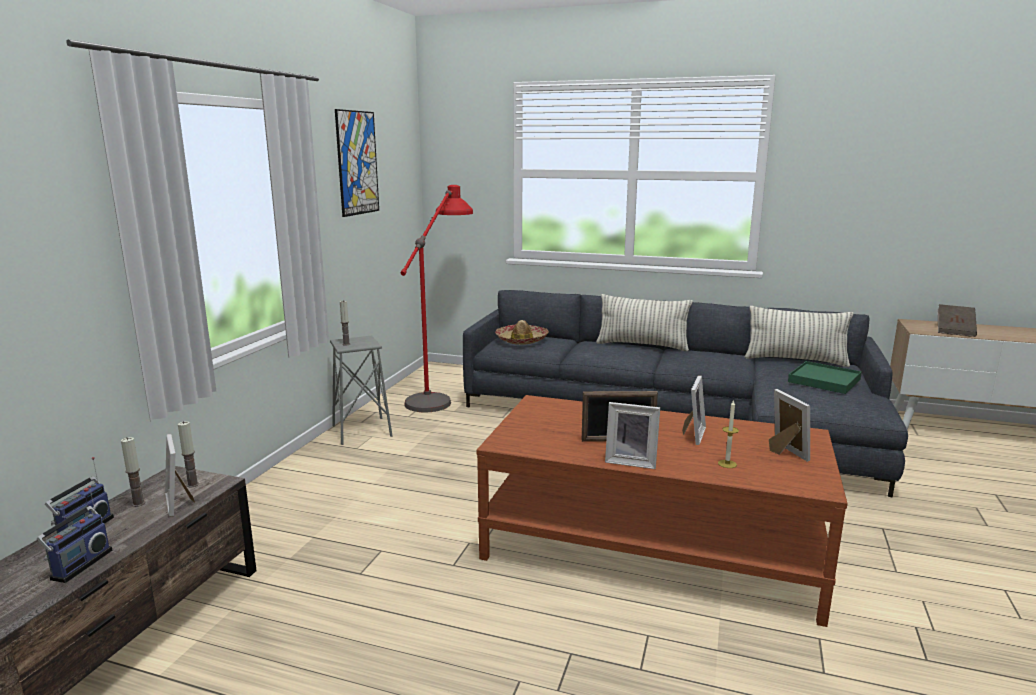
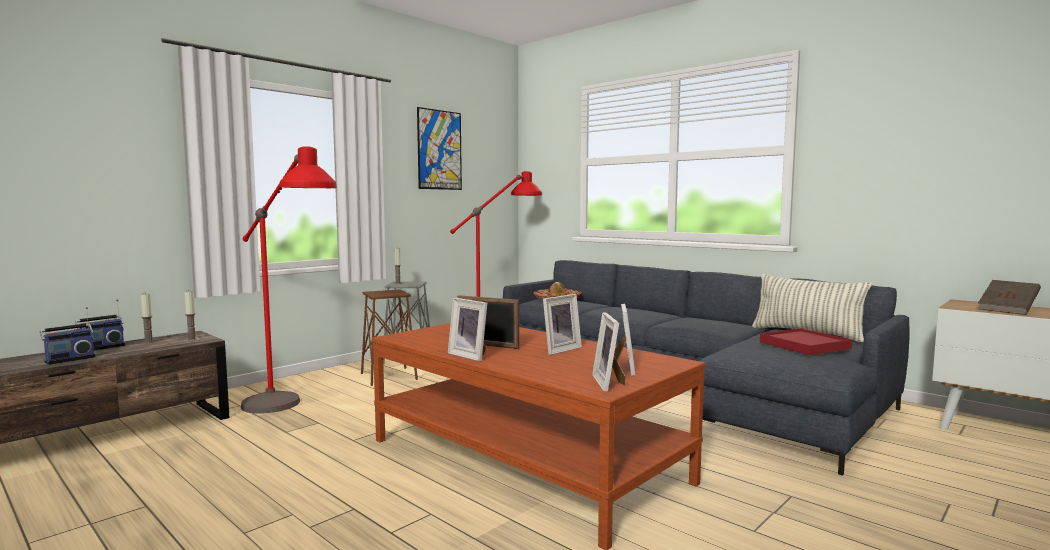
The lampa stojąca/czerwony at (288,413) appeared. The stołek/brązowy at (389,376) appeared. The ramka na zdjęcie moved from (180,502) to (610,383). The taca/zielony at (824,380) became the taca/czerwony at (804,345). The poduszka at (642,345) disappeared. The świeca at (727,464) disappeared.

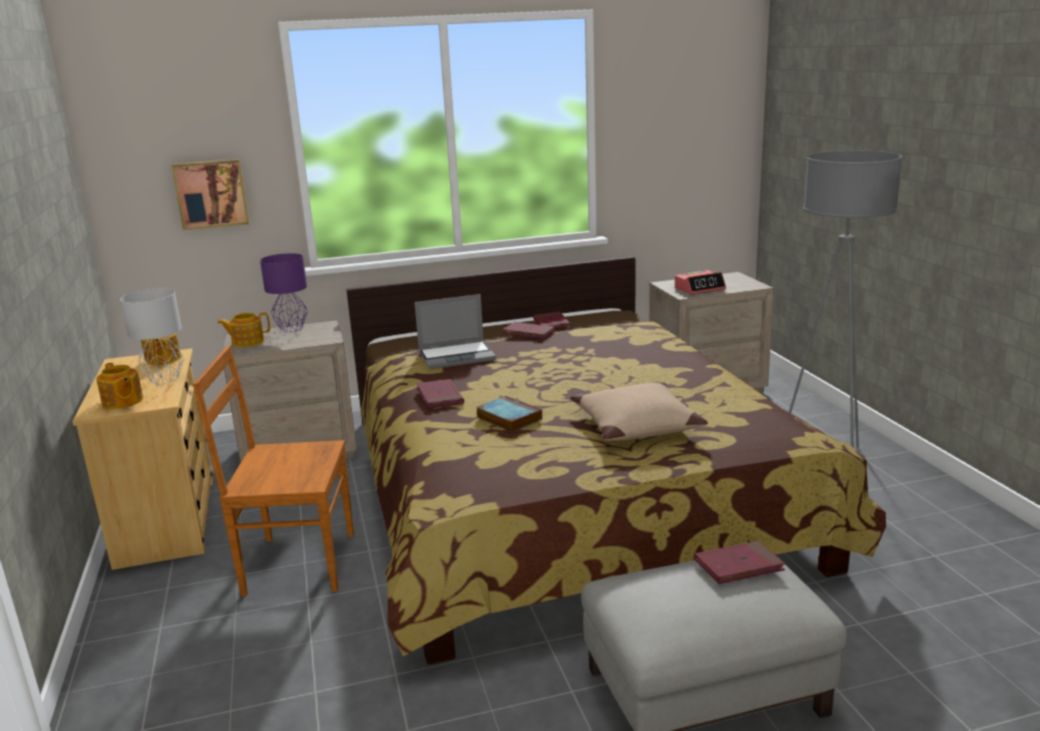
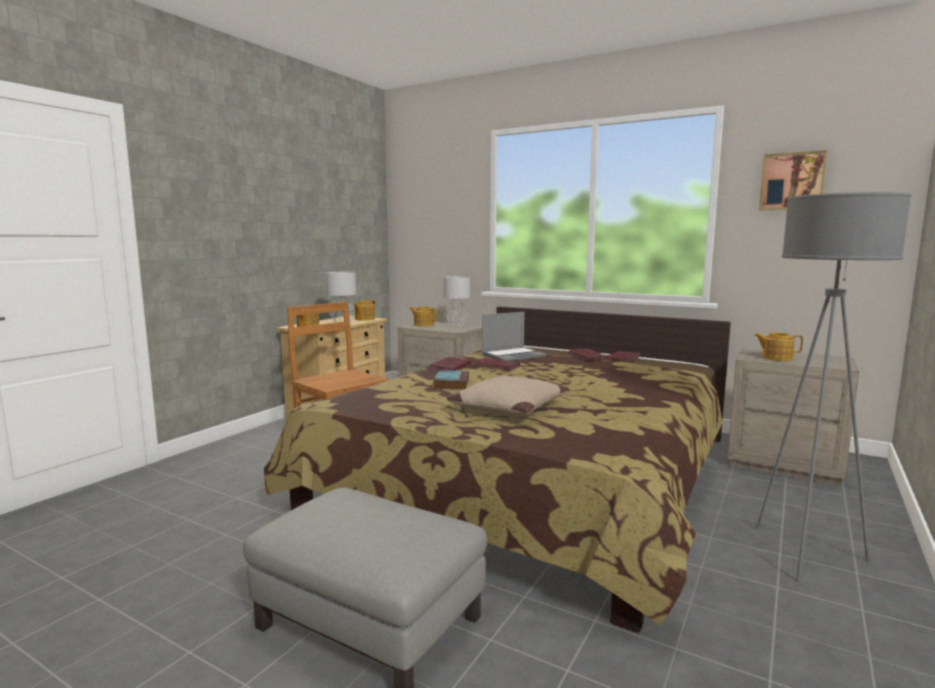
The lampa stołowa/fioletowy at (290,329) became the lampa stołowa/szary at (456,324). The książka/czerwony moved from (738,566) to (496,366). The laptop at (457,356) turned 60 degrees counterclockwise. The budzik at (700,288) was replaced by the imbryk at (776,358). The obraz moved from (211,194) to (792,181).

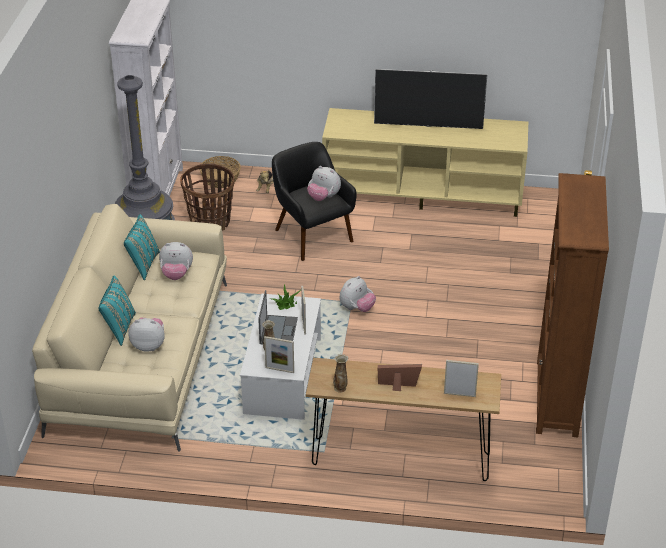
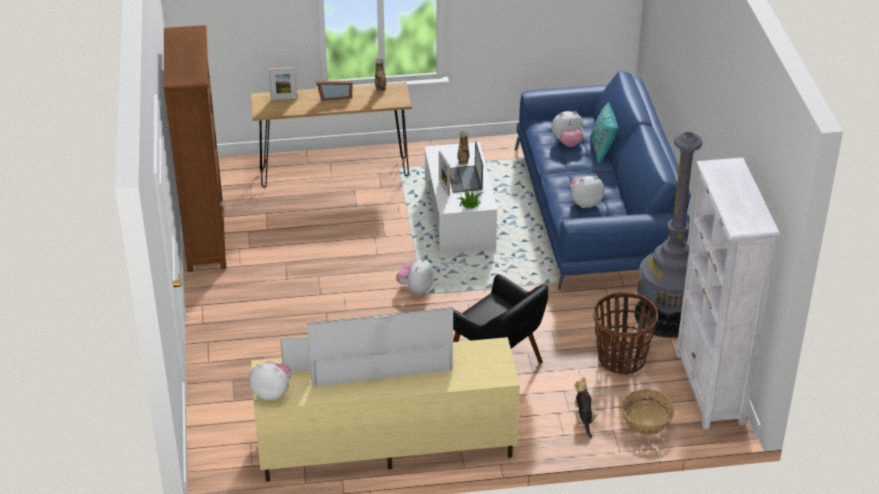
The pluszak moved from (323,197) to (272,392). The ramka na zdjęcie moved from (279,370) to (298,370). The kanapa/beżowy at (141,355) became the kanapa/niebieski at (596,212). The poduszka/turkusowy at (143,264) disappeared.

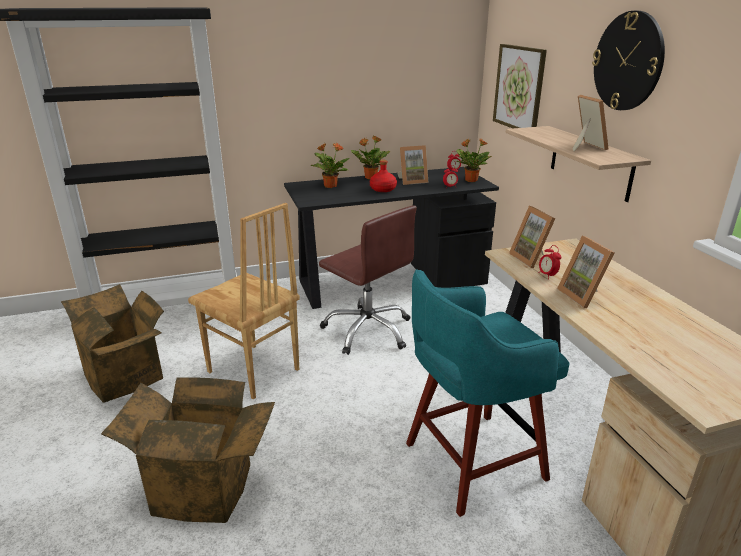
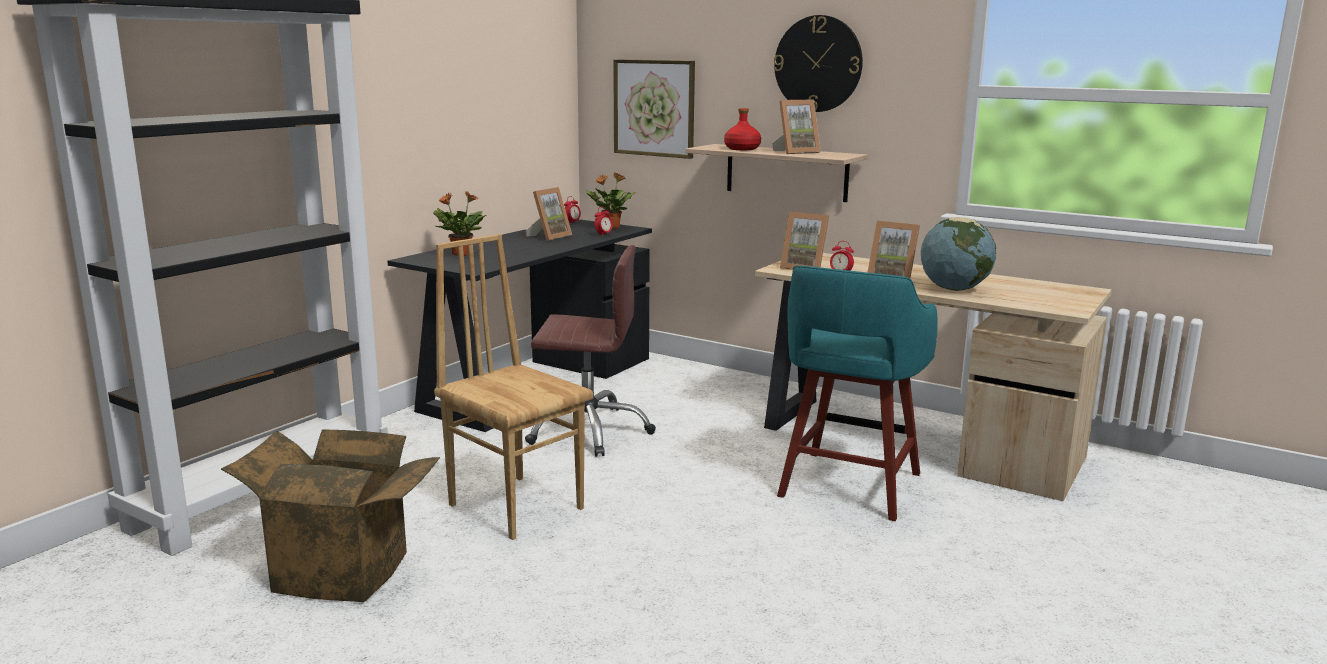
The krzesło/brązowy at (253,371) turned 135 degrees counterclockwise. The butelka/czerwony moved from (382,189) to (741,149). The ramka na zdjęcie at (584,147) turned 120 degrees clockwise. The globus at (954,289) appeared. The karton at (206,485) disappeared. The roślina doniczkowa at (370,178) disappeared.

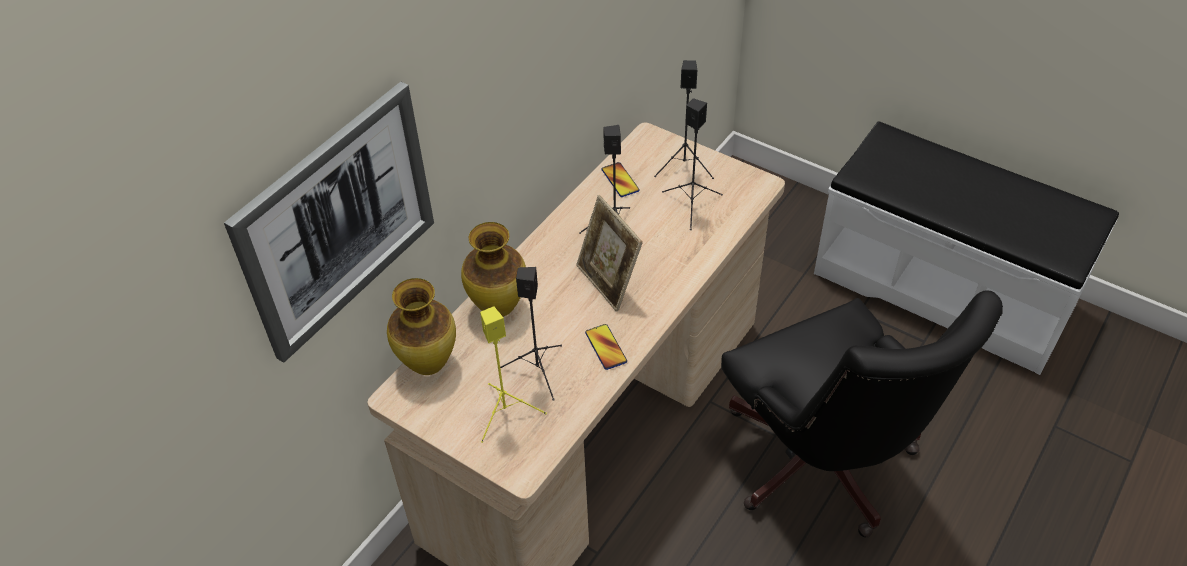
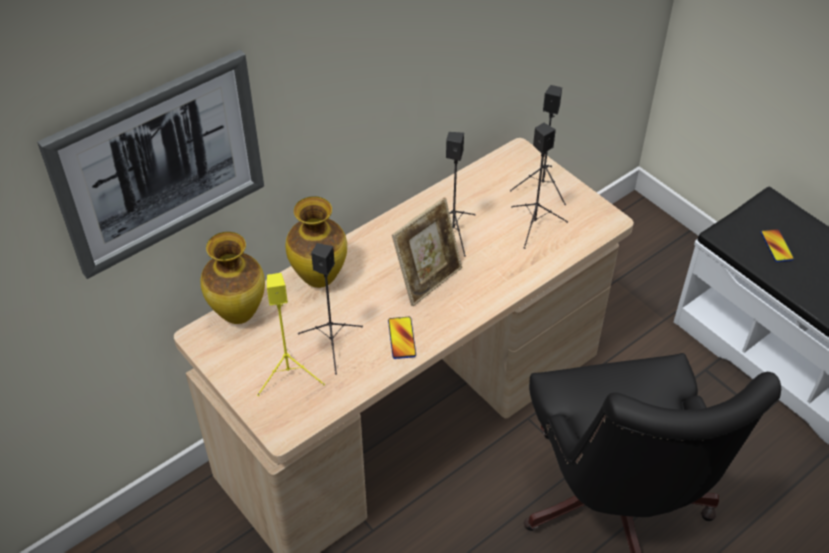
The ramka na zdjęcie at (608,282) turned 120 degrees counterclockwise. The telefon moved from (620,180) to (776,246).

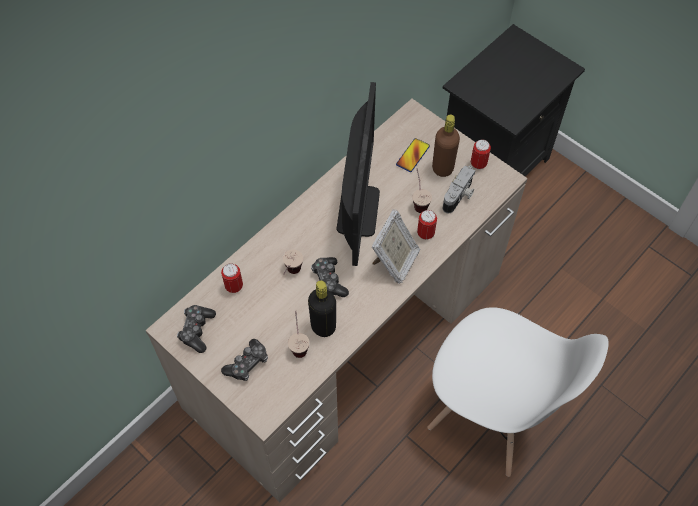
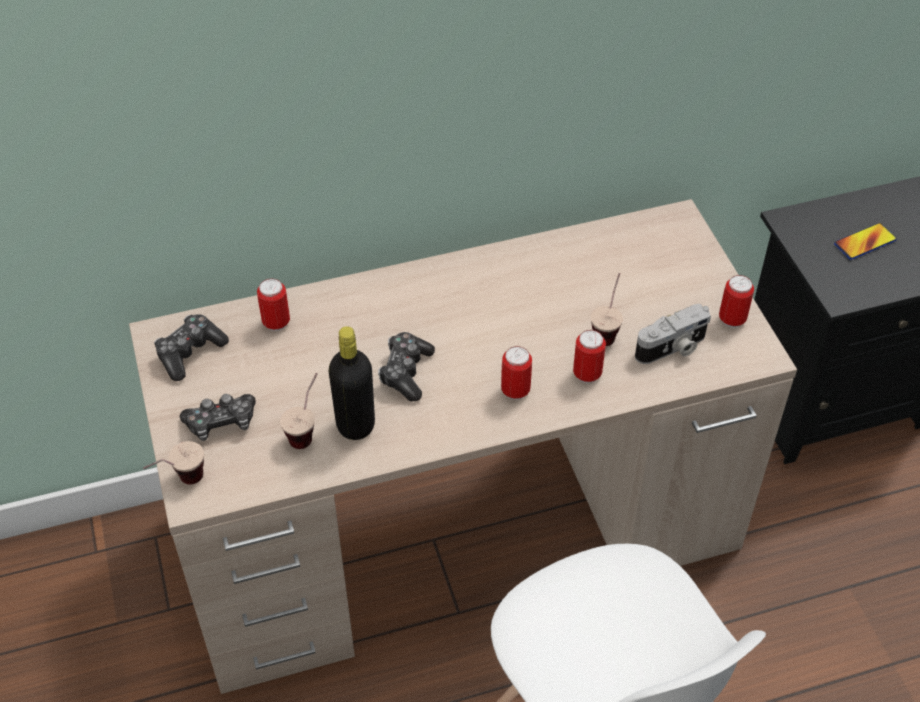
The filiżanka moved from (291,275) to (180,483). The ramka na zdjęcie at (395,262) was replaced by the puszka at (515,391). The telefon moved from (413,155) to (865,242). The monitor at (358,210) disappeared. The butelka/brązowy at (442,168) disappeared.

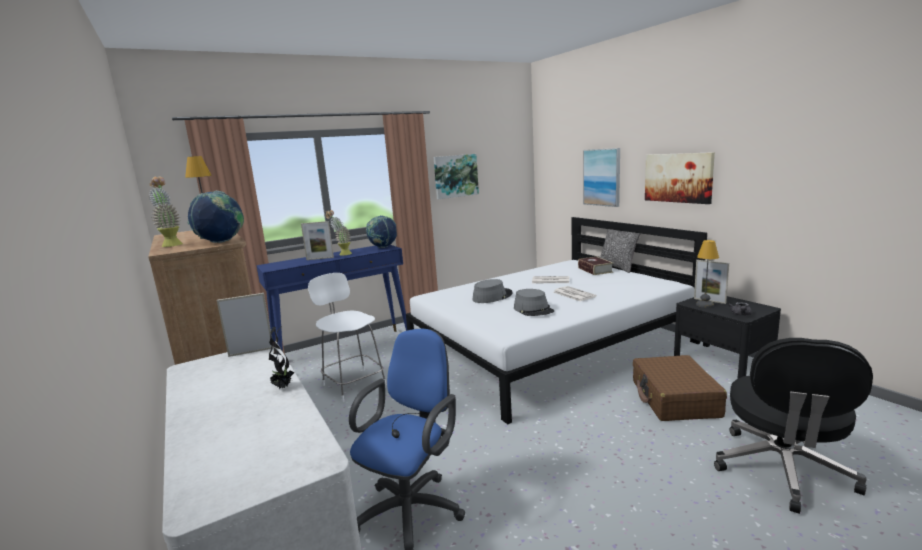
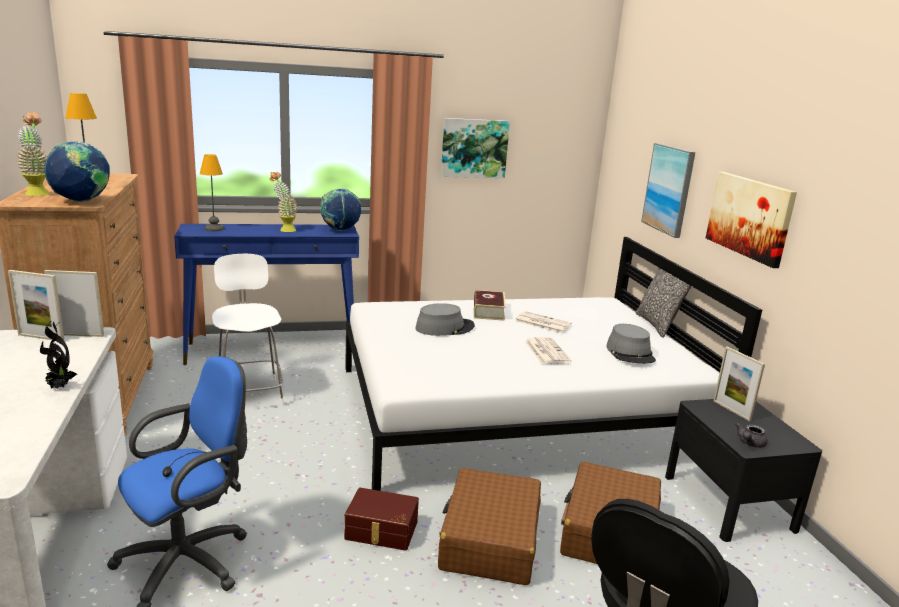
The ramka na zdjęcie moved from (320,258) to (41,337). The lampa stołowa moved from (704,305) to (214,229). The pojemnik do przechowywania/brązowy at (381,531) appeared. The walizka/brązowy at (489,540) appeared. The książka moved from (595,270) to (488,311). The kapelusz/szary moved from (533,309) to (630,353).

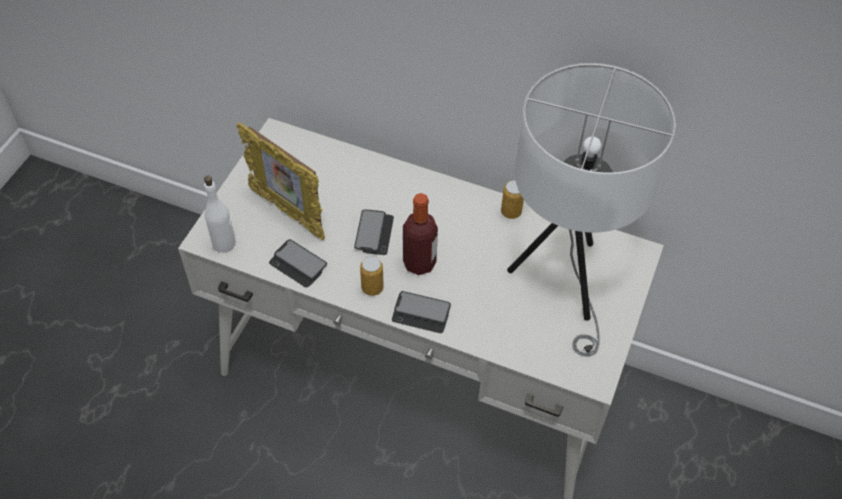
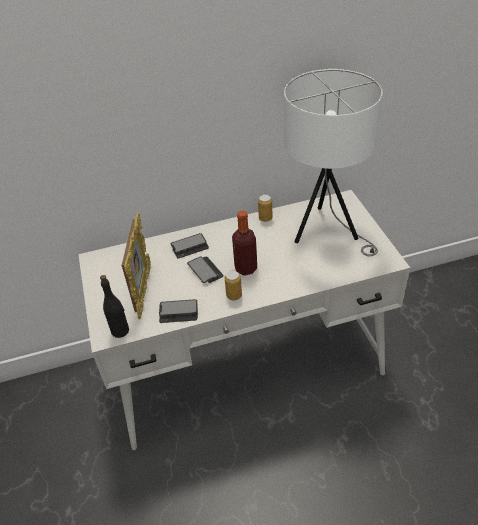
The butelka/biały at (224,243) became the butelka/czarny at (120,330). The ramka na zdjęcie at (288,213) turned 90 degrees counterclockwise. The telefon moved from (421,313) to (189,246).

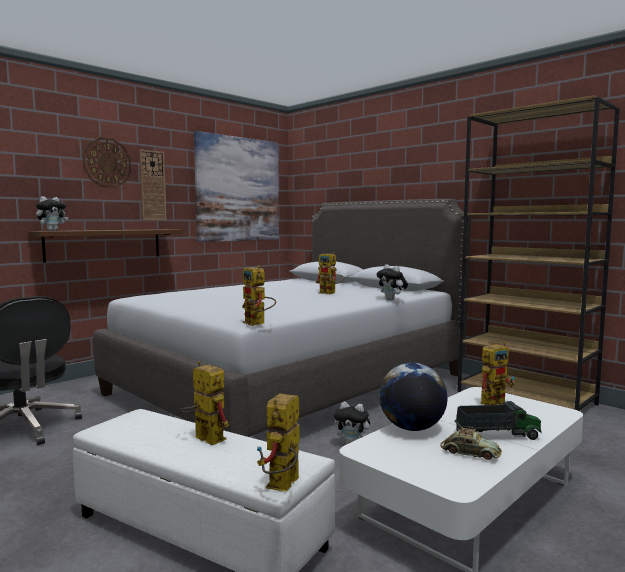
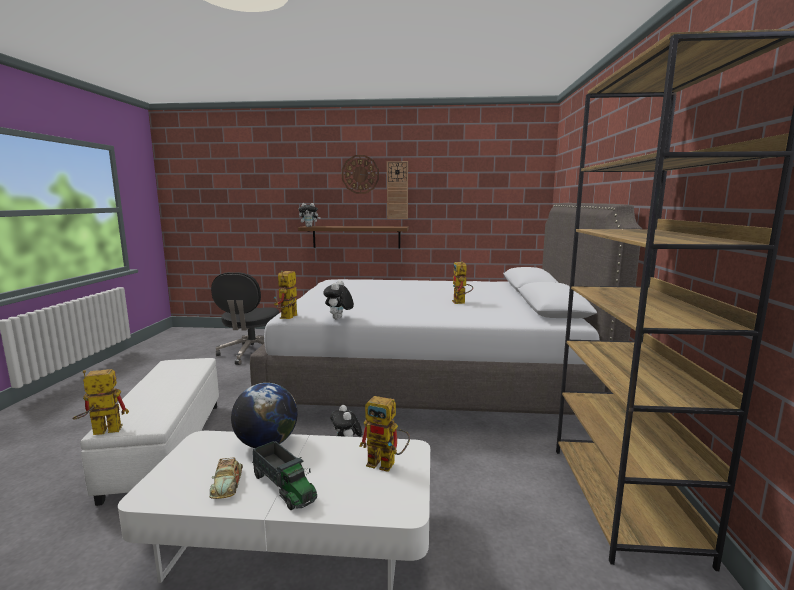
The pluszak moved from (392,300) to (339,319). The robot zabawkowy at (203,438) disappeared. The obraz at (238,189) disappeared.

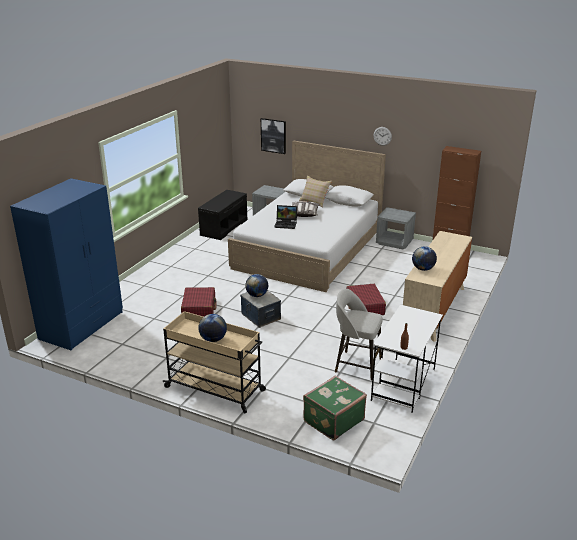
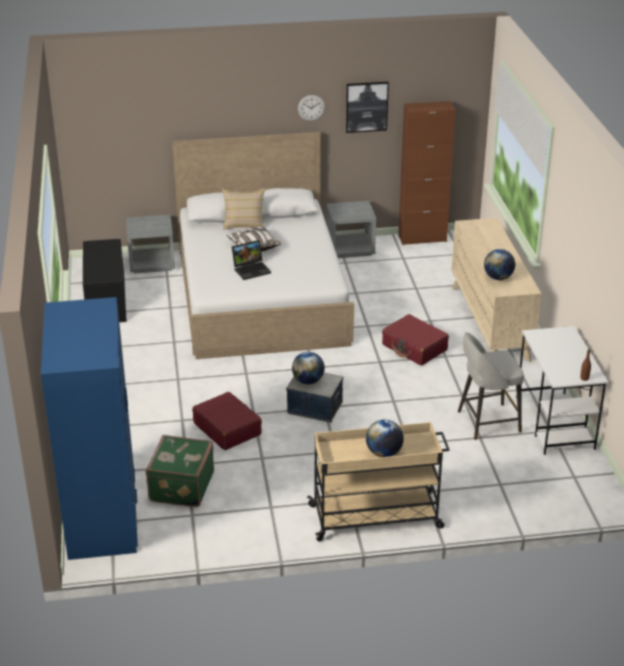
The walizka/zielony moved from (332,420) to (180,487). The obraz moved from (273,135) to (366,106).

